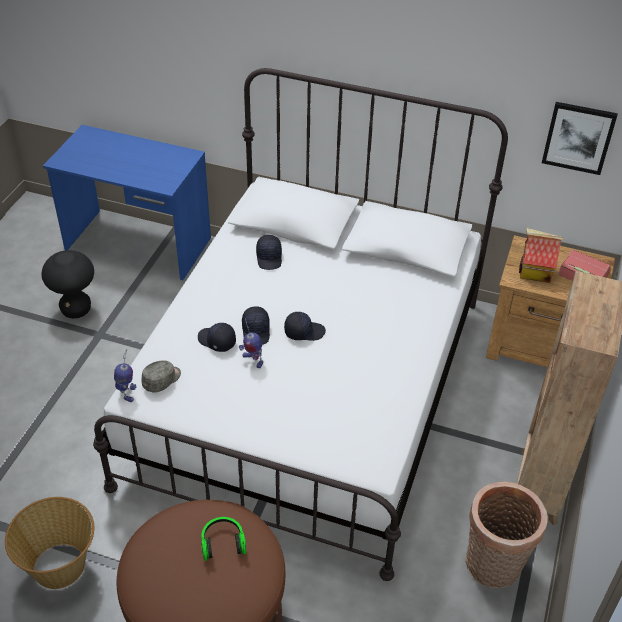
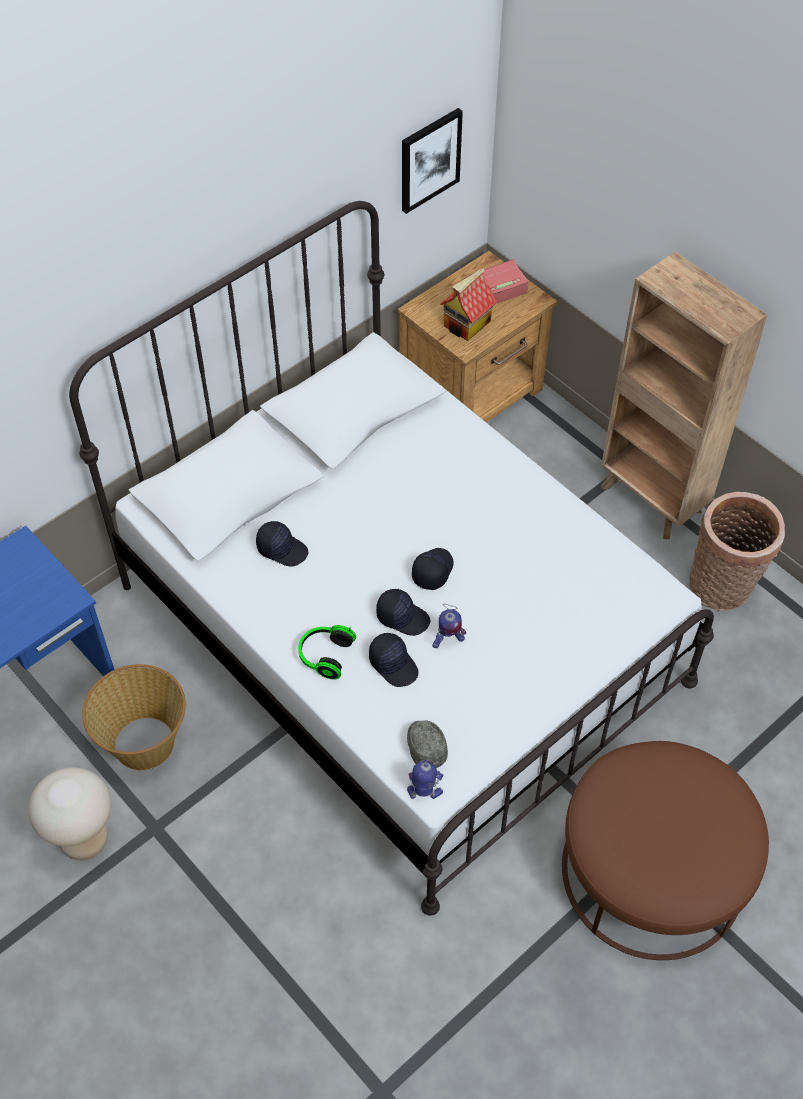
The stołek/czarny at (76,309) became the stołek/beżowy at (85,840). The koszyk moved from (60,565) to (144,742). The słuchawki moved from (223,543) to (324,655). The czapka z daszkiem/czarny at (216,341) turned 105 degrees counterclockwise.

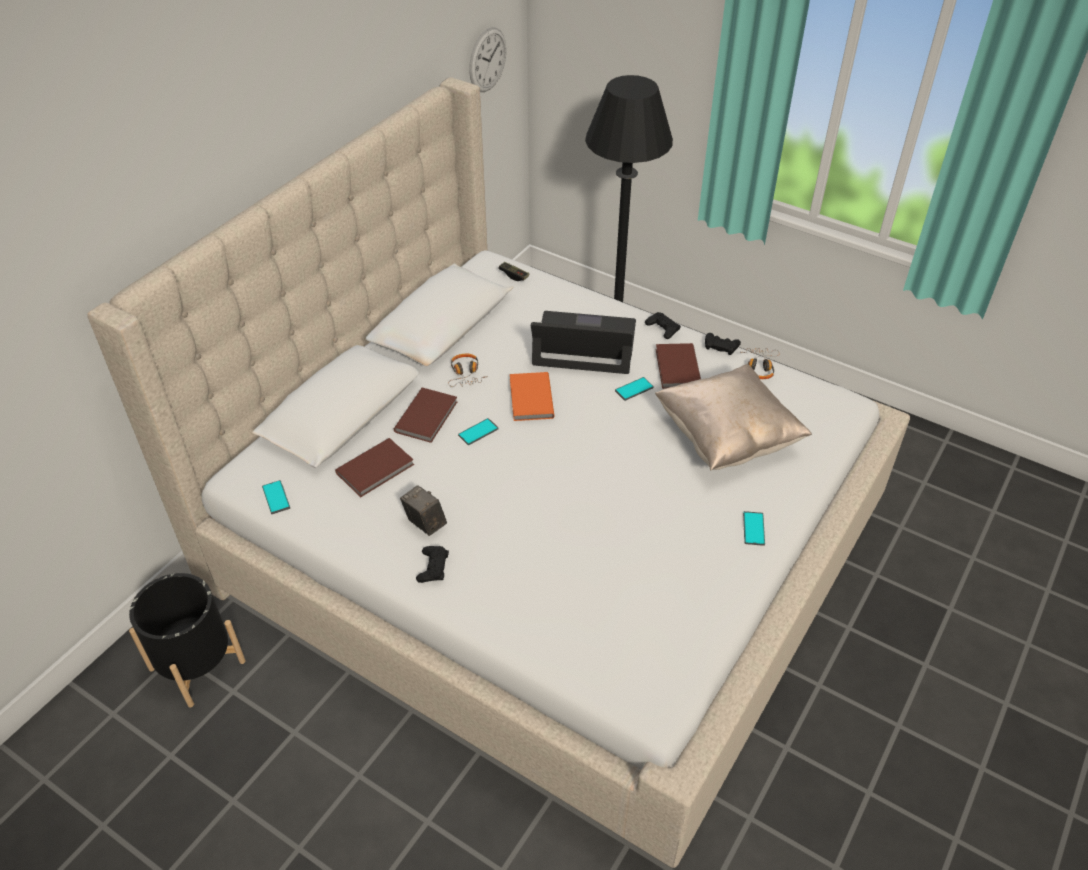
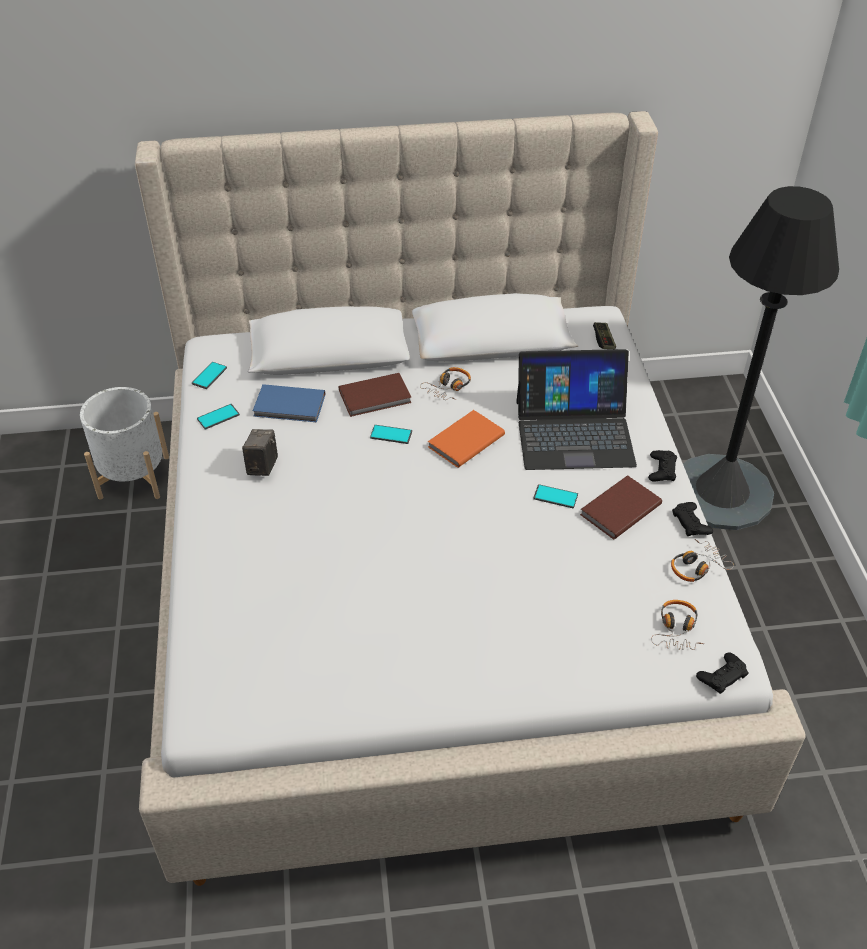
The donica/czarny at (197,665) became the donica/biały at (134,477). The telefon moved from (753,529) to (218,417). The książka/brązowy at (377,469) became the książka/niebieski at (290,406). The laptop at (584,343) turned 120 degrees clockwise. The słuchawki at (677,630) appeared. The pad do gier/czarny moved from (433,567) to (722,676). The zegar ścienny at (487,60) disappeared. The poduszka/beżowy at (726,438) disappeared.

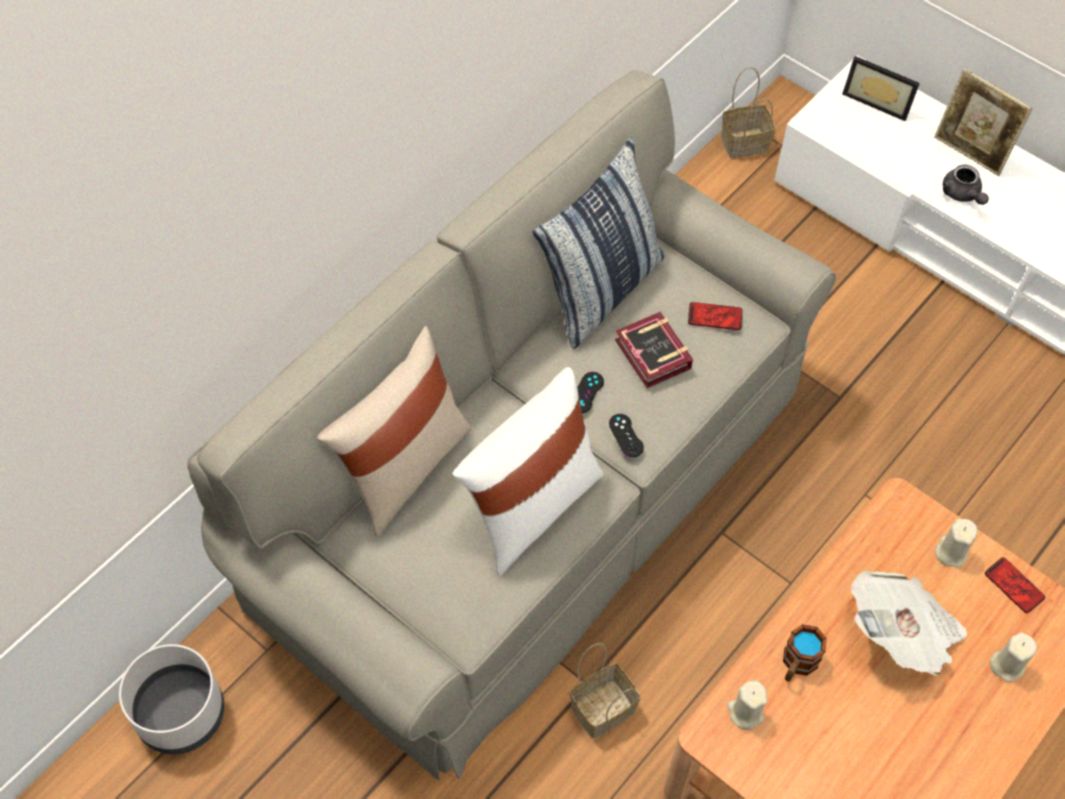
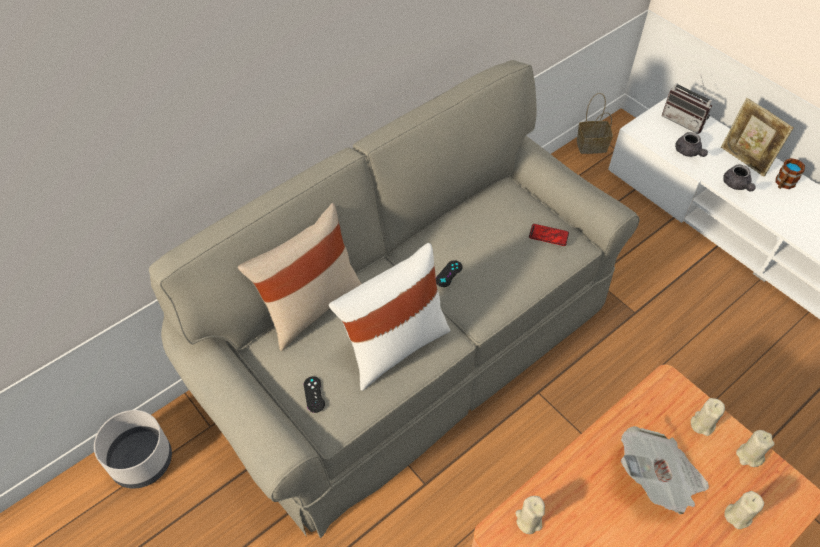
The pad do gier/czarny moved from (626,435) to (314,394). The ramka na zdjęcie at (878,100) was replaced by the radio at (684,121). The imbryk/szary at (688,152) appeared. The telefon at (1014,585) was replaced by the świeca/beżowy at (749,456). The kubek moved from (797,664) to (783,184). The poduszka at (600,290) disappeared. The koszyk at (604,707) disappeared. The książka at (653,357) disappeared.

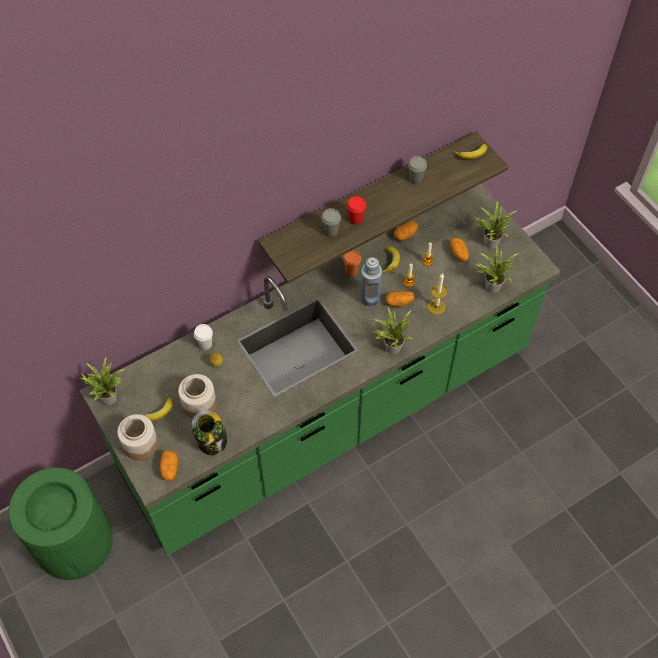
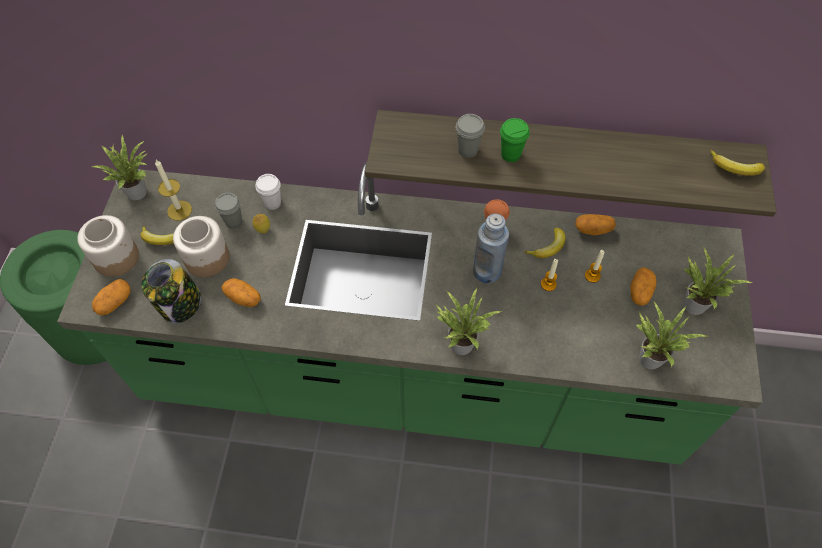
The świeca moved from (436,306) to (179,210). The filiżanka/szary moved from (415,179) to (233,221). The ziemniak moved from (399,302) to (243,298). The filiżanka/czerwony at (356,219) became the filiżanka/zielony at (510,155).

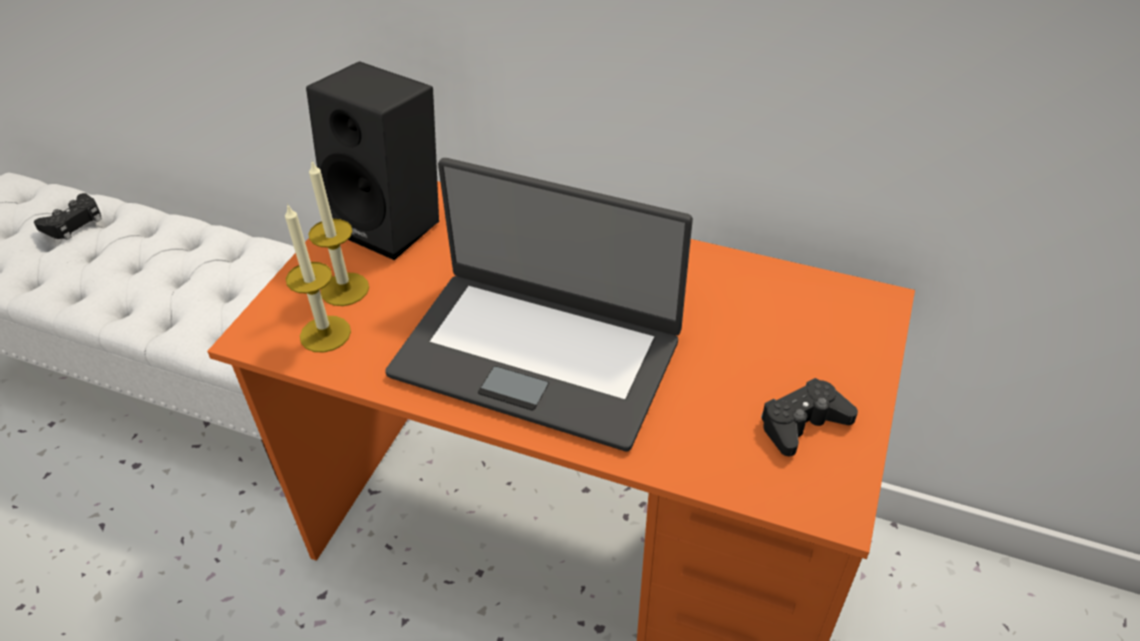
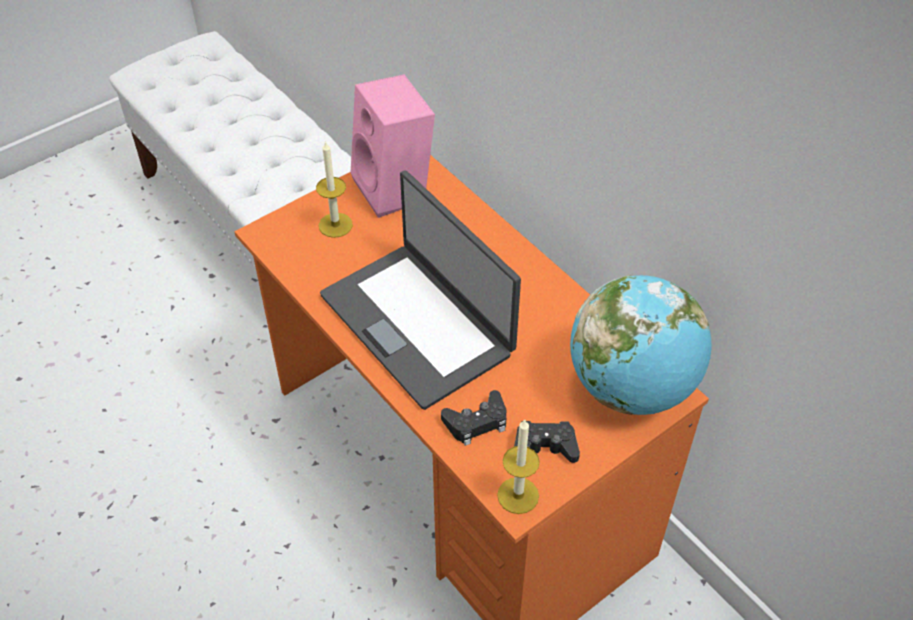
The głośnik/czarny at (393,222) became the głośnik/różowy at (396,189). The pad do gier/czarny moved from (73,222) to (476,422). The świeca moved from (325,334) to (518,495). The globus at (632,387) appeared.

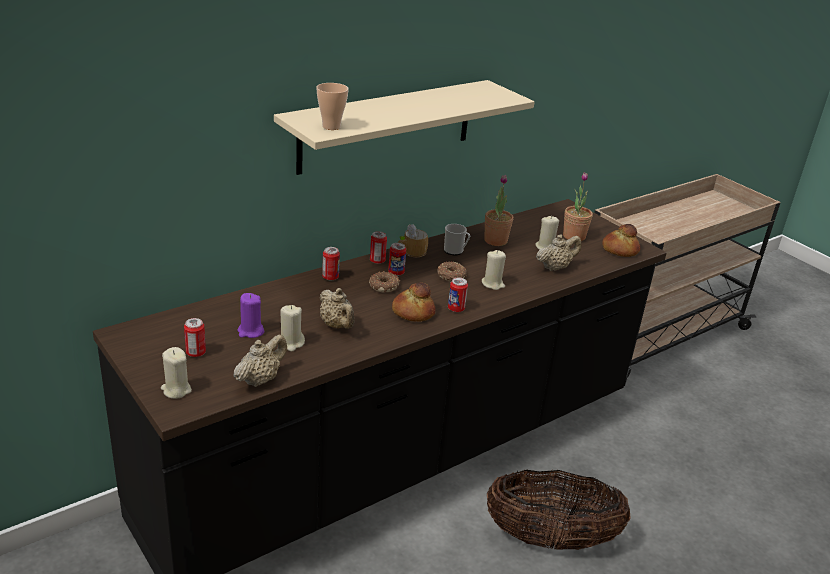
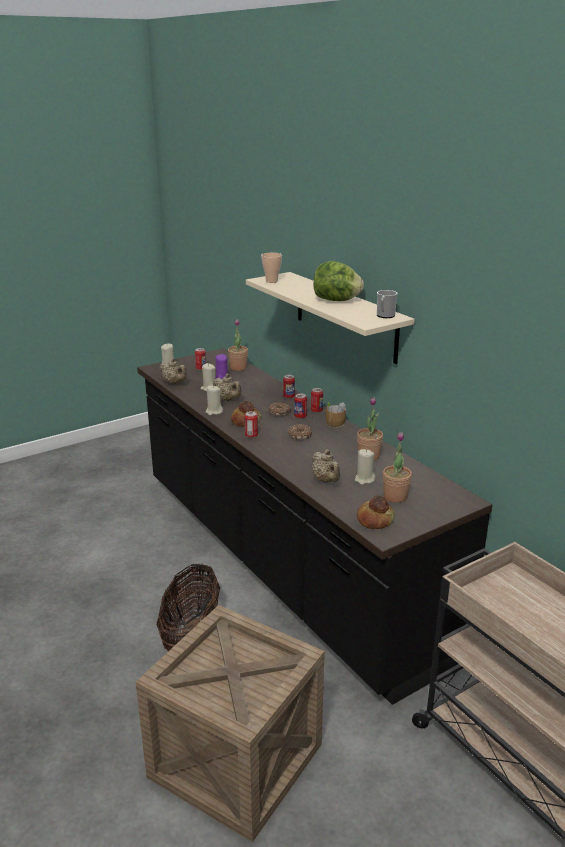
The skrzynka at (236,760) appeared. The świeca/beżowy moved from (493,284) to (214,411). The imbryk/beżowy at (337,325) turned 105 degrees counterclockwise. The roślina doniczkowa at (238,368) appeared. The sałata at (336,300) appeared. The kubek moved from (455,251) to (385,316).

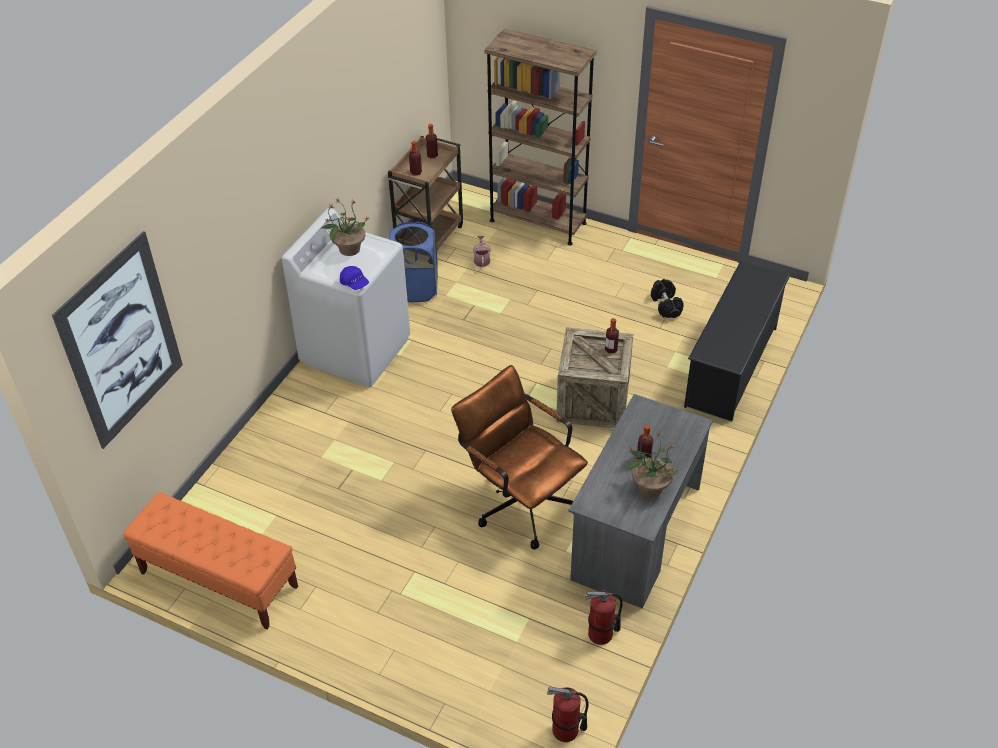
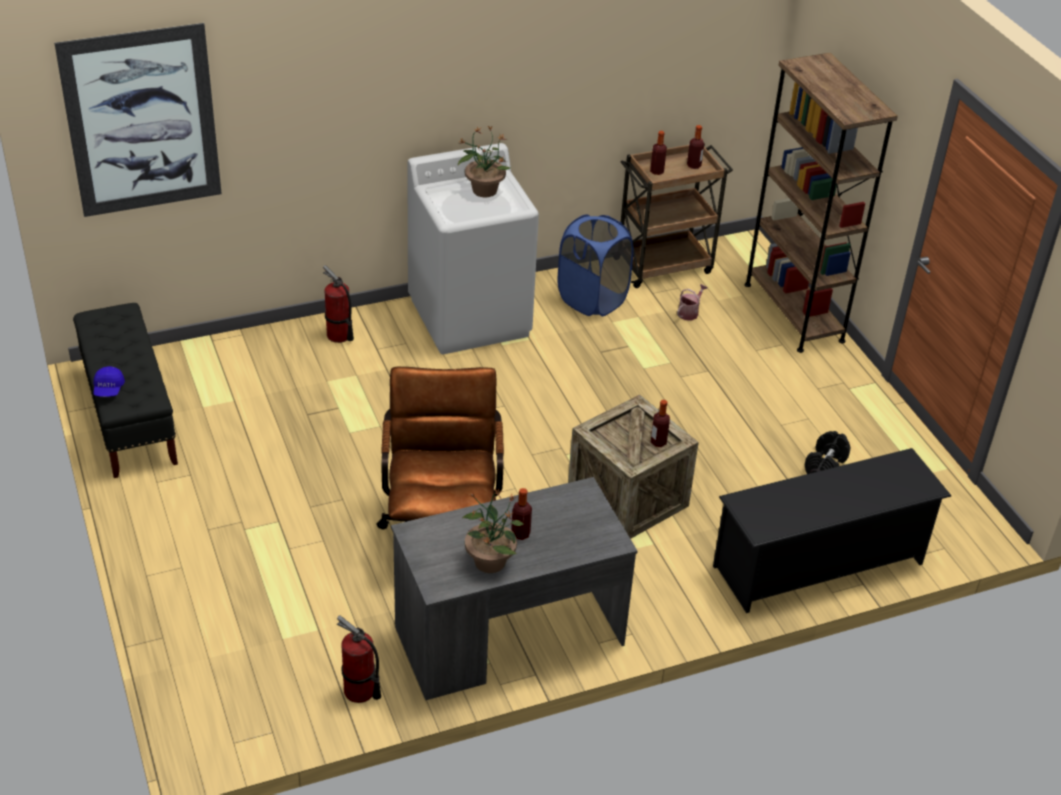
The ławka/pomarańczowy at (219,580) became the ławka/czarny at (130,417). The czapka z daszkiem/niebieski moved from (354,283) to (109,389). The gaśnica moved from (565,730) to (339,335).

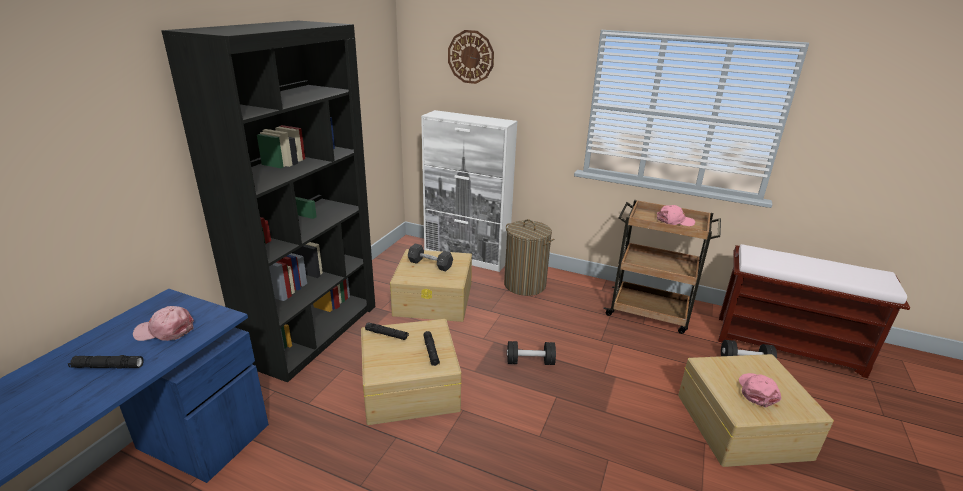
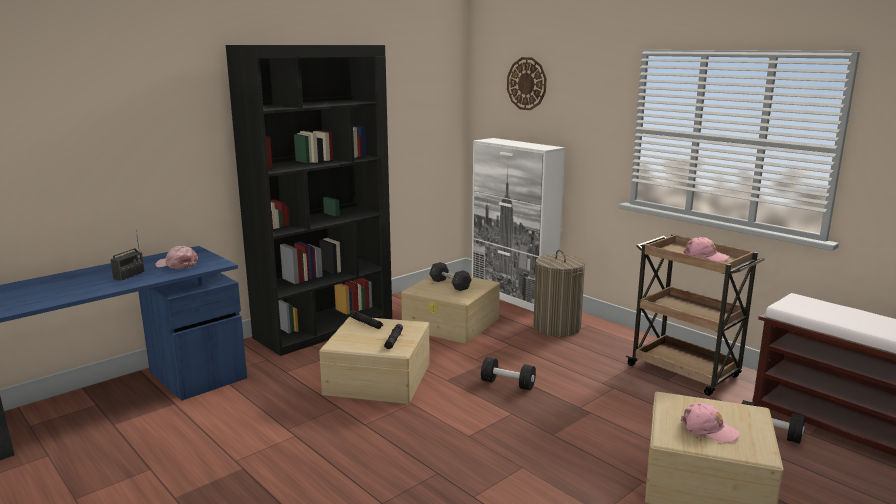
The latarka/czarny at (108,366) was replaced by the radio at (129,275). The czapka z daszkiem/różowy at (757,391) turned 90 degrees clockwise.

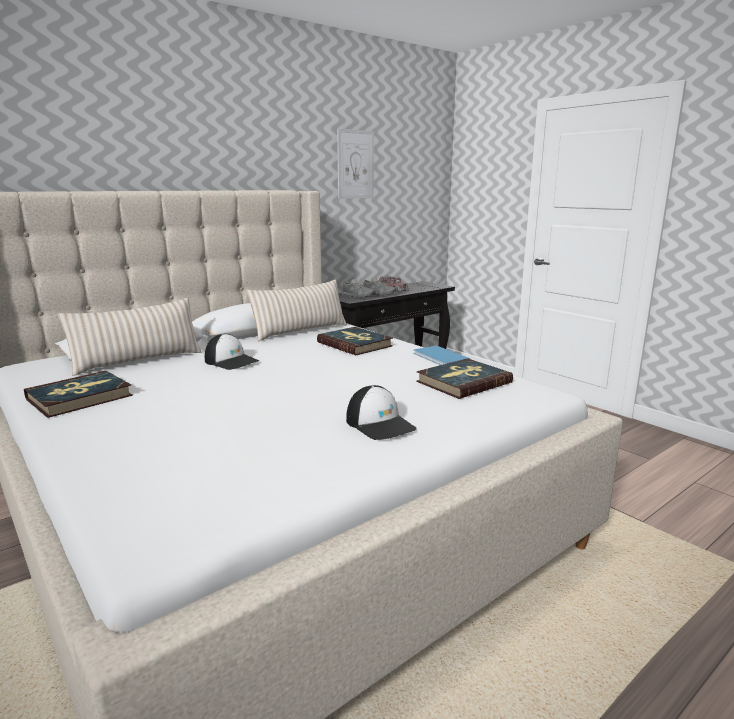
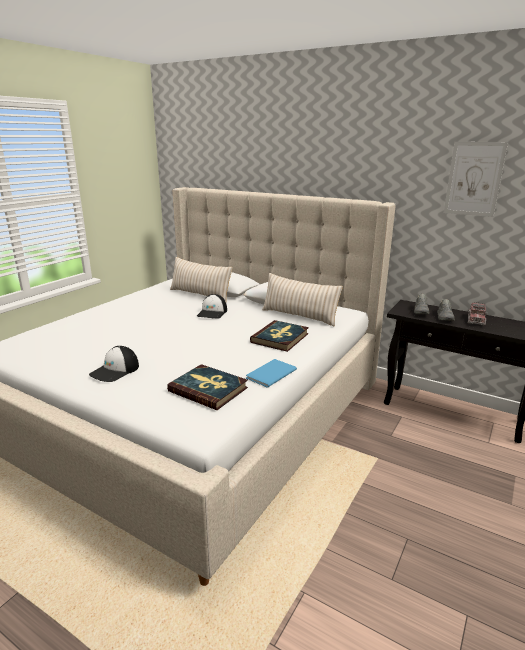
The książka at (80,397) disappeared.

